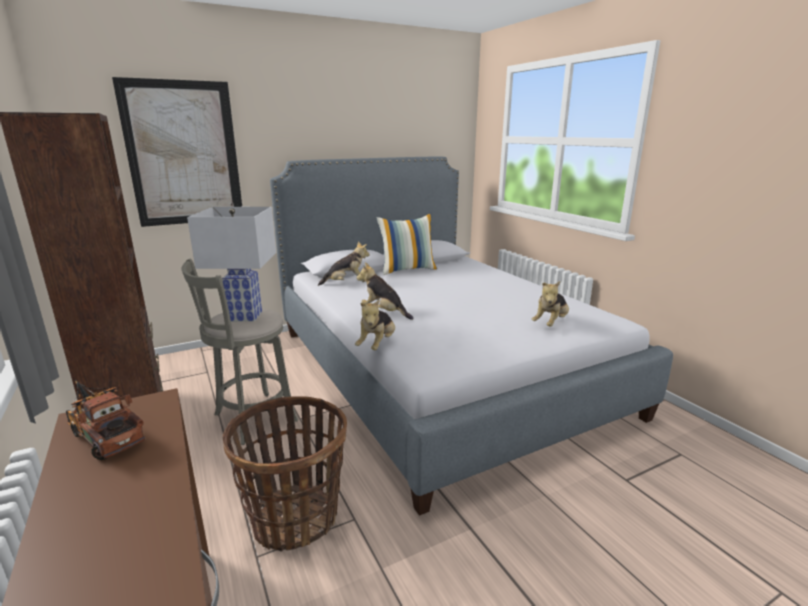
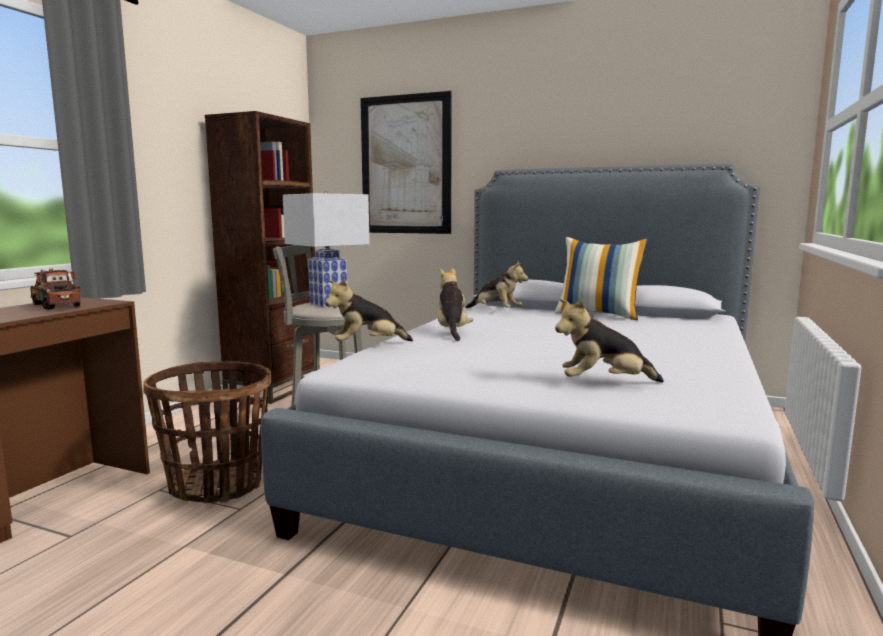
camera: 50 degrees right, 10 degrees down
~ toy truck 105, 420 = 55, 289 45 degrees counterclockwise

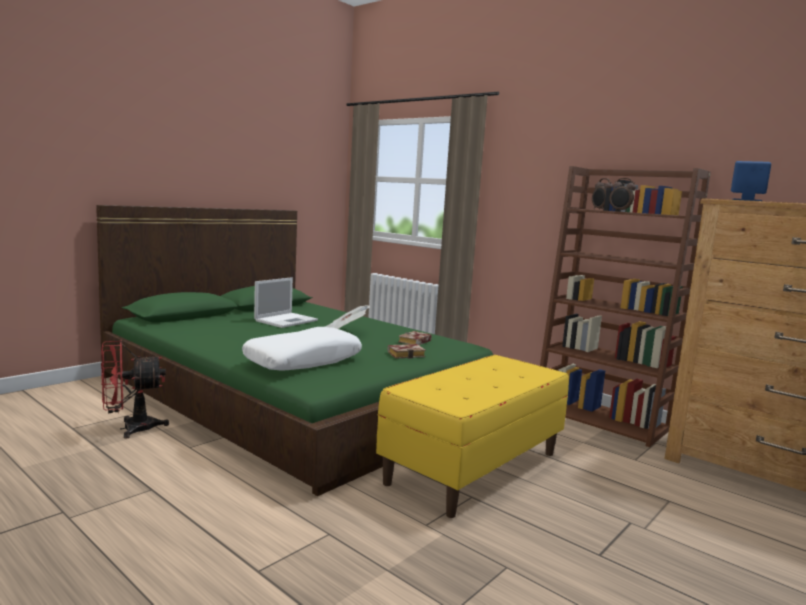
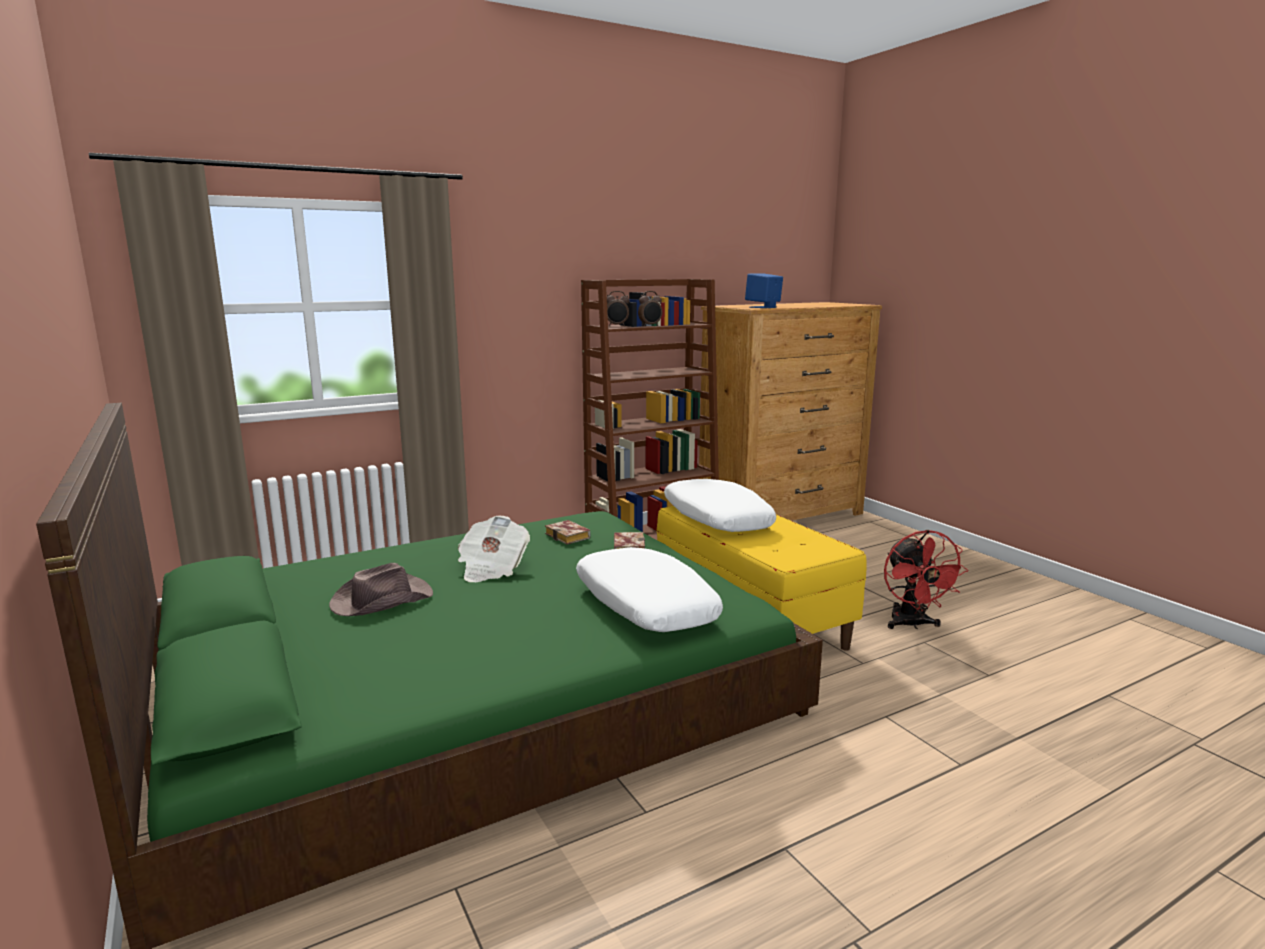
camera: 70 degrees left, 5 degrees up
~ laptop 286, 302 to hat (brown) 381, 589
+ pillow (white) 720, 505
~ fan (red) 135, 389 to 926, 579

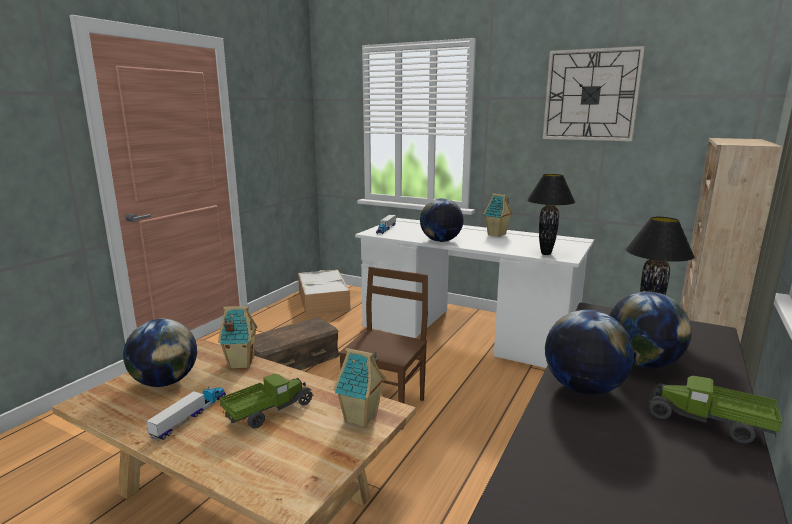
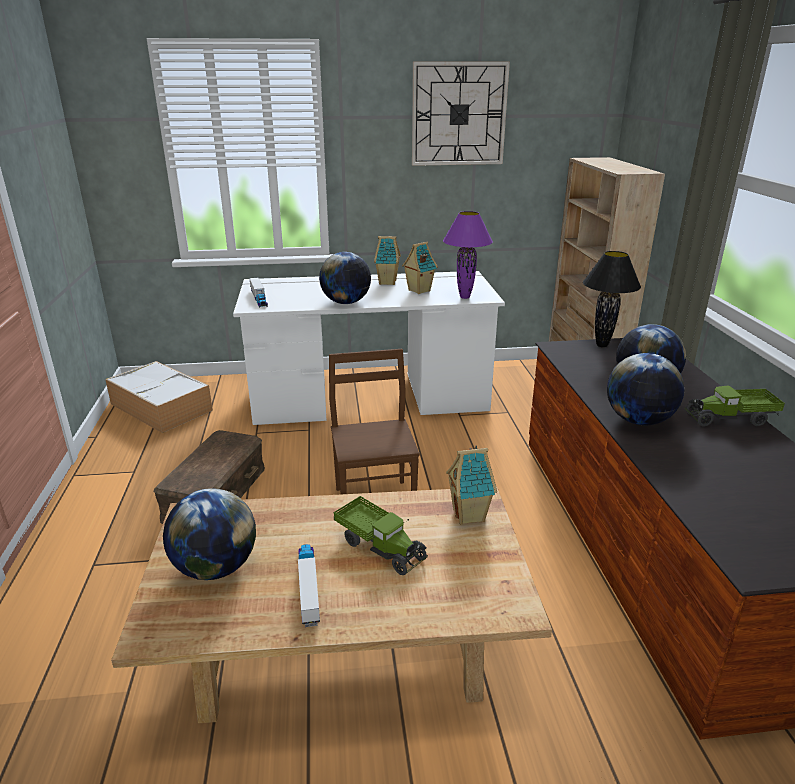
camera: 35 degrees left, 10 degrees up
~ toy truck 267, 401 = 381, 535 120 degrees clockwise
~ toy house 238, 337 to 420, 268
~ table lamp (black) 551, 214 to table lamp (purple) 468, 255

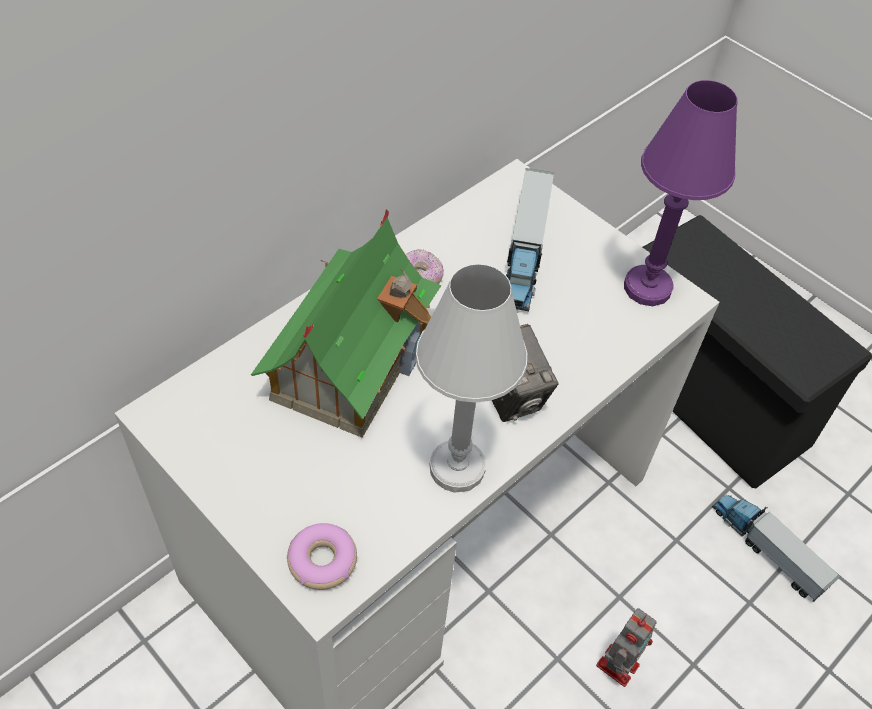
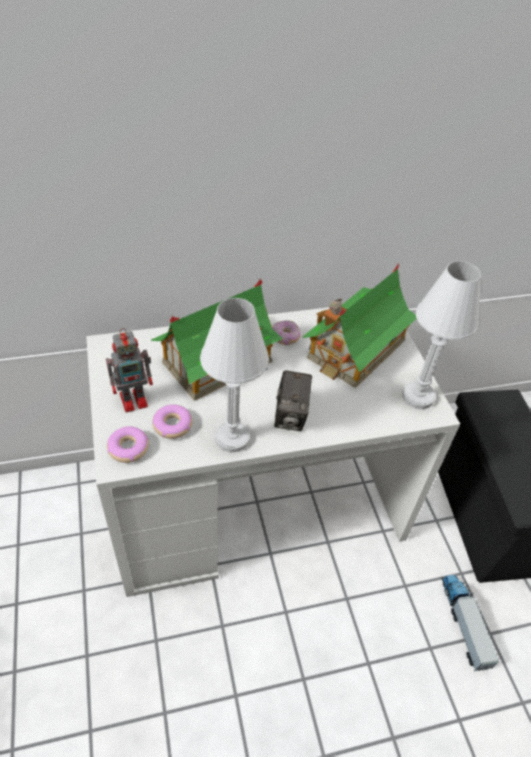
camera: 30 degrees right, 5 degrees down
~ toy robot 626, 647 to 129, 370
+ donut 172, 421
~ toy truck 530, 239 to toy house 360, 326
~ table lamp (purple) 680, 193 to table lamp (white) 441, 335

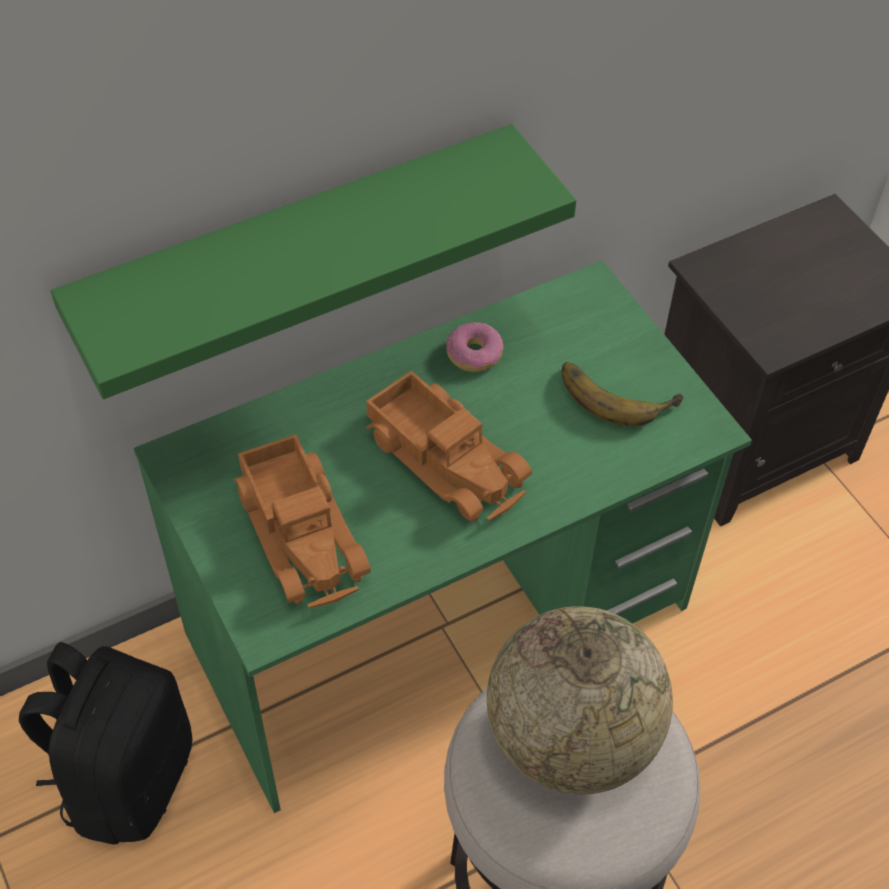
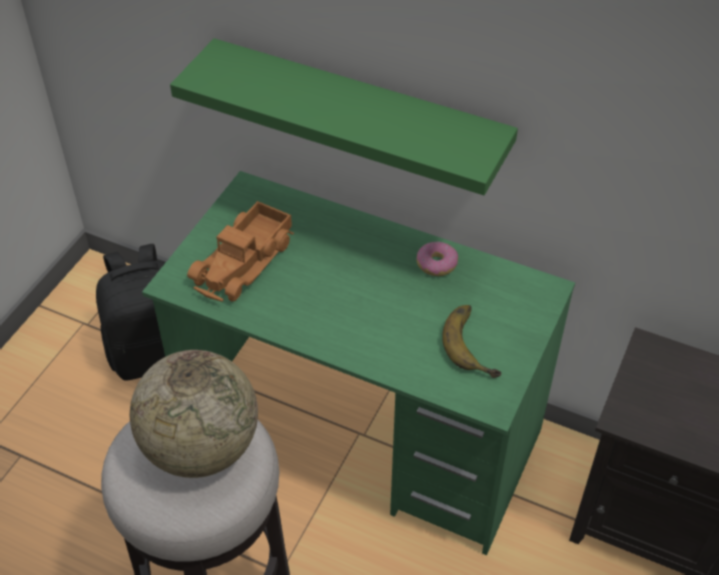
camera: 55 degrees right, 5 degrees down
- toy truck 448, 445

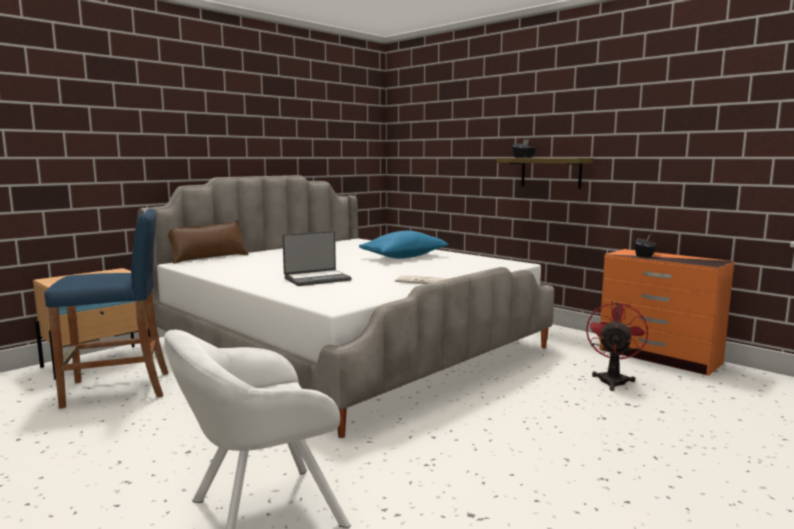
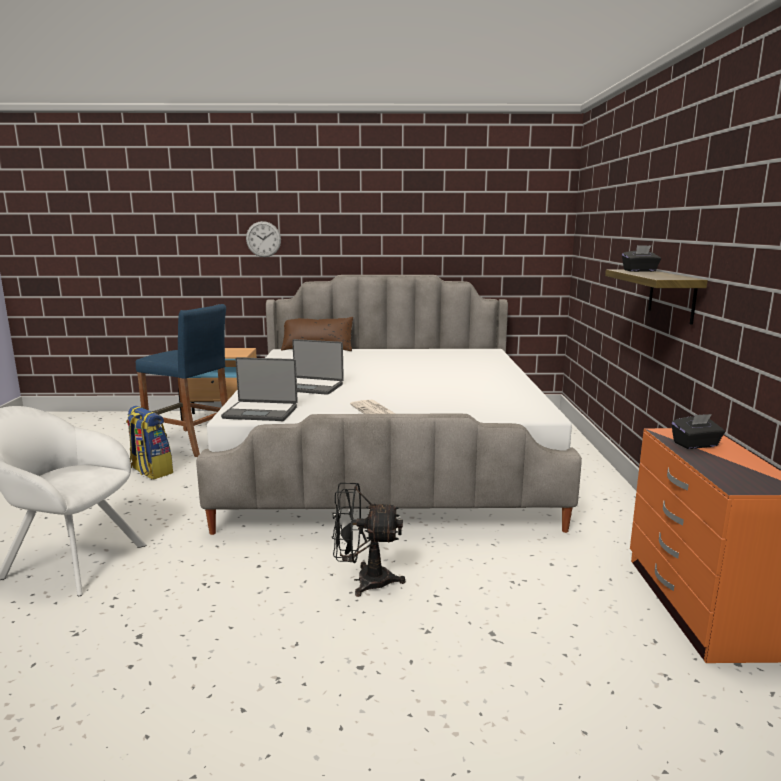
camera: 45 degrees right, 5 degrees up
+ backpack 149, 442
+ laptop 259, 389
+ wall clock 263, 239
+ fan (black) 368, 540
- pillow (blue) 403, 245
- fan (red) 617, 346

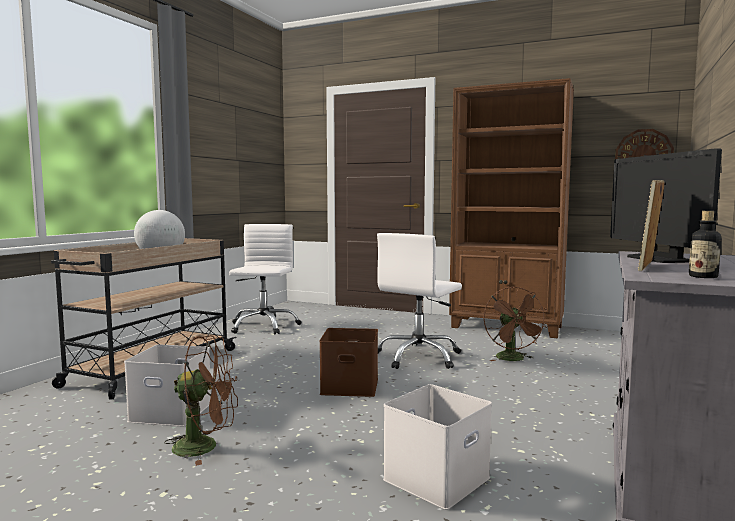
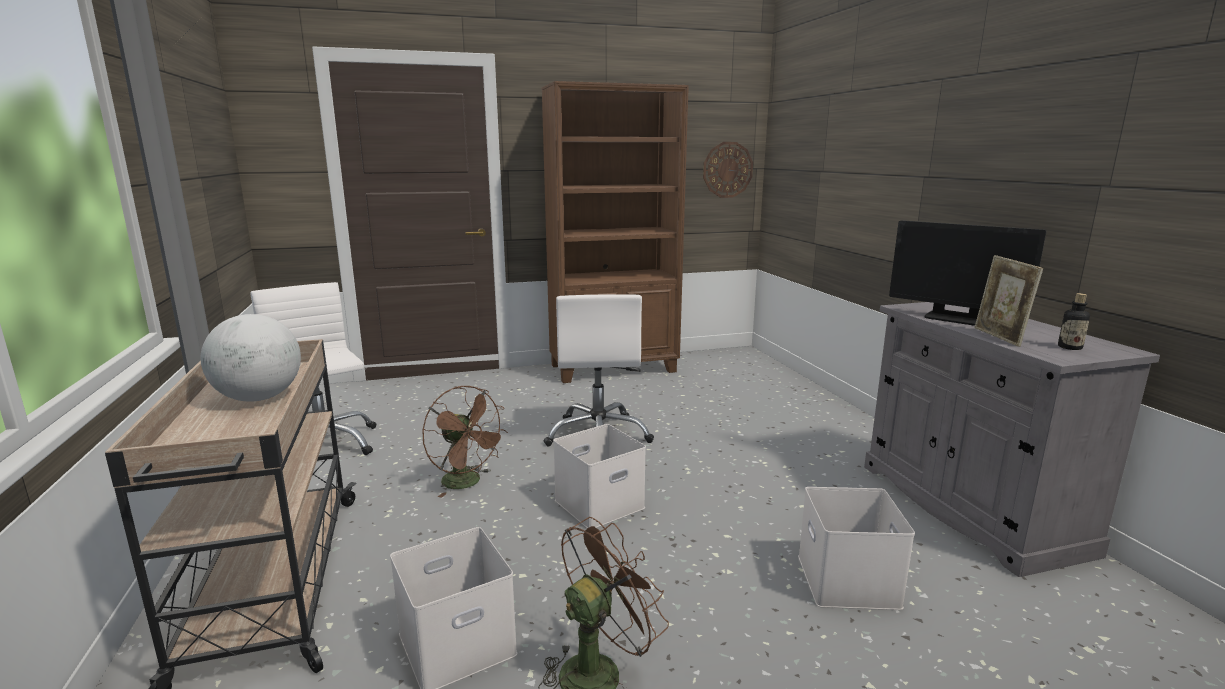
camera: 40 degrees left, 10 degrees up
~ fan (brown) 515, 324 to 465, 442
~ storage box (brown) 348, 362 to storage box (white) 599, 476

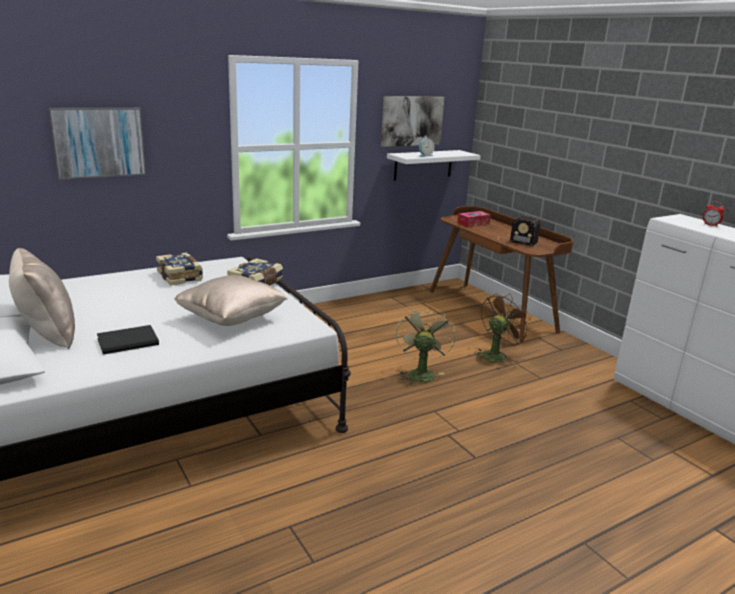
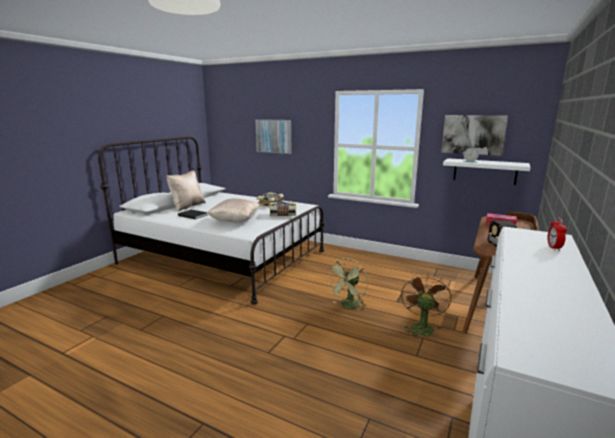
camera: 60 degrees right, 5 degrees down
~ fan (green) 425, 346 = 347, 284 150 degrees clockwise
~ fan (brown) 502, 327 = 426, 306 90 degrees counterclockwise

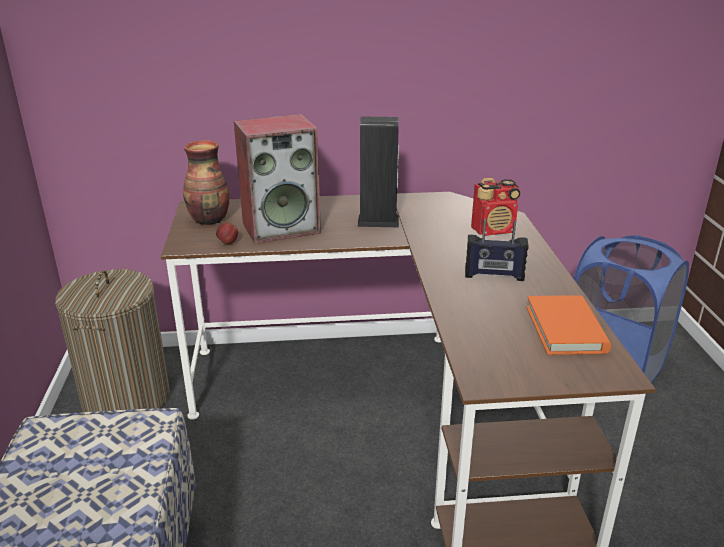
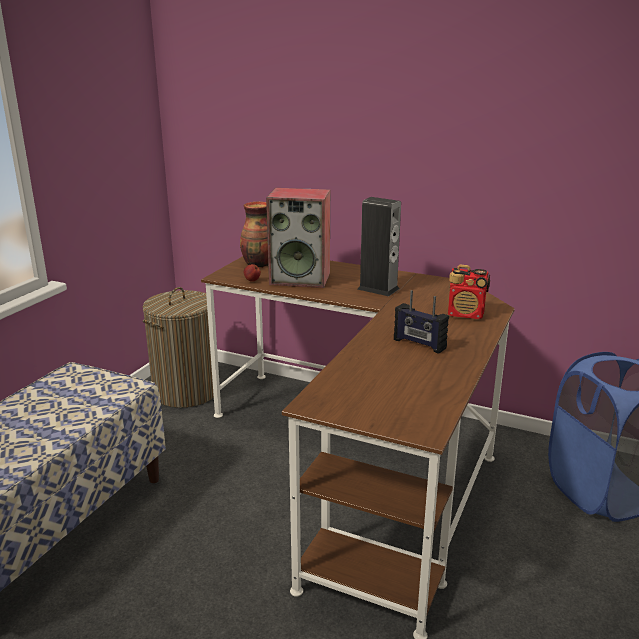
camera: 30 degrees right, 5 degrees down
- book (orange) 568, 325

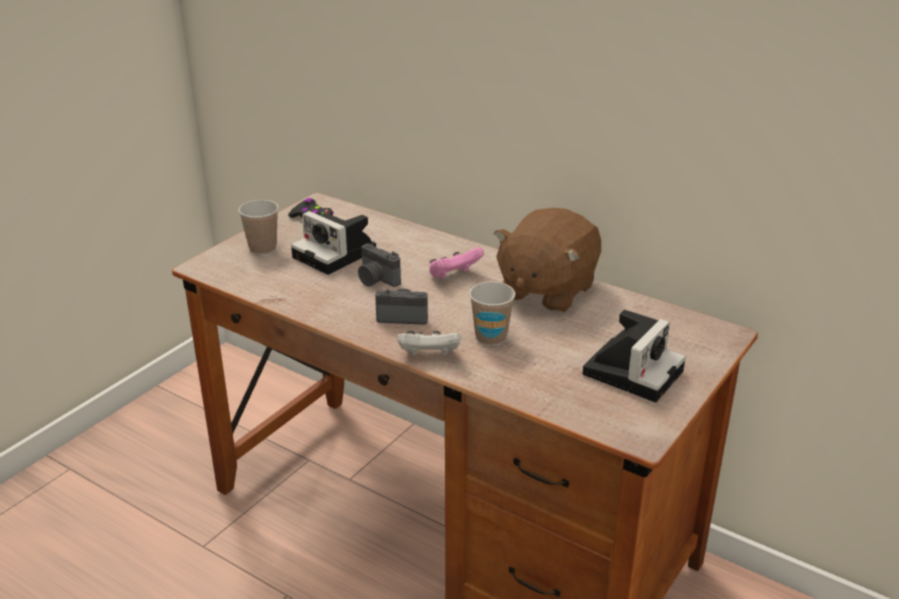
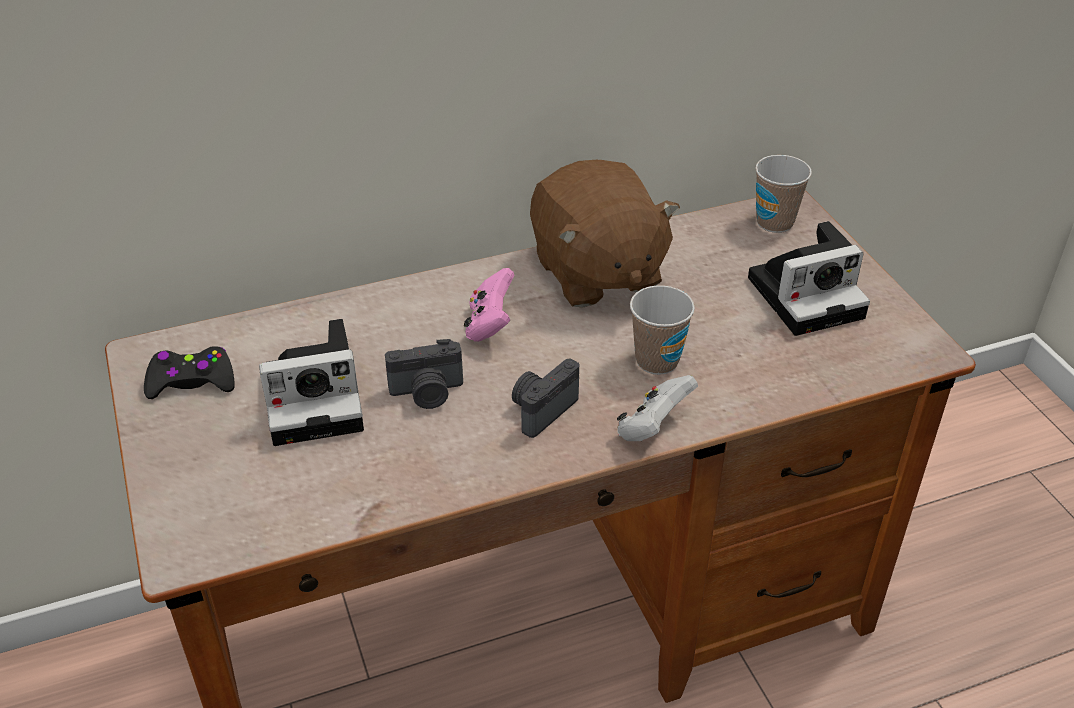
camera: 55 degrees left, 10 degrees up
~ photo camera 634, 356 = 809, 278 90 degrees clockwise
~ cup 259, 227 to 783, 194

